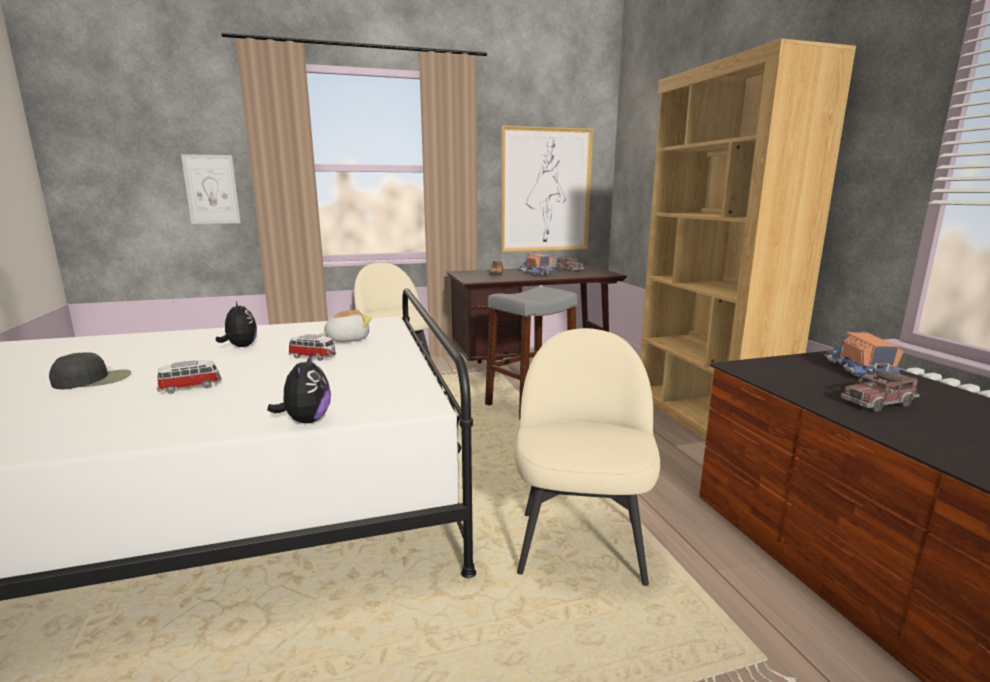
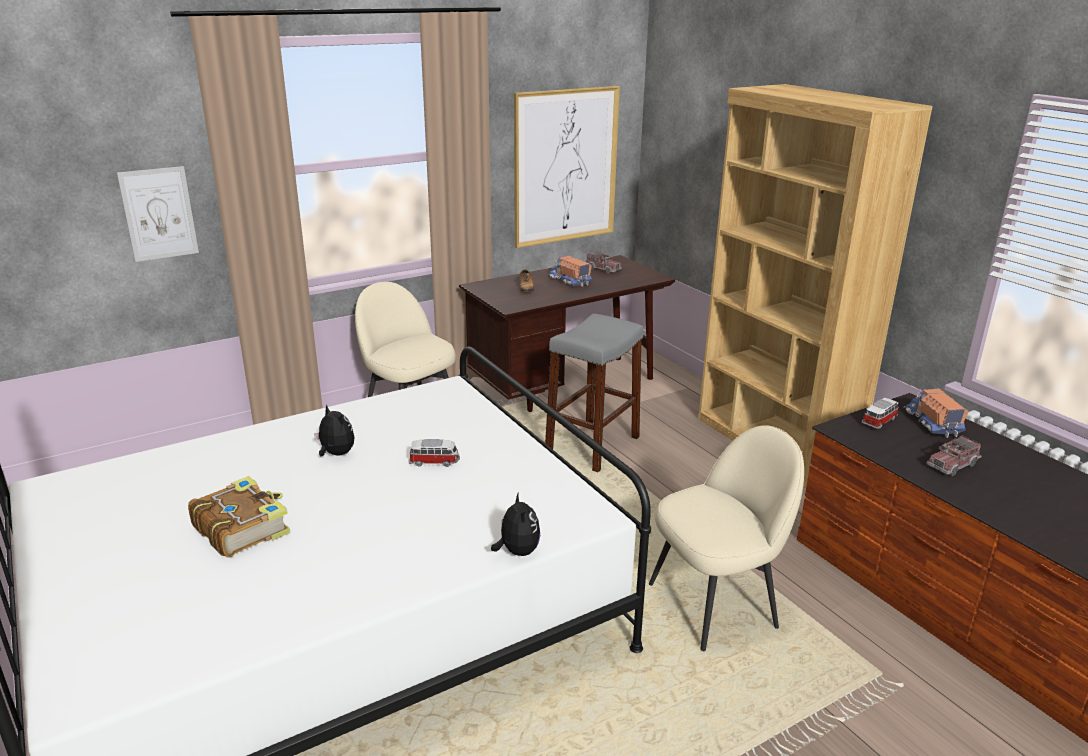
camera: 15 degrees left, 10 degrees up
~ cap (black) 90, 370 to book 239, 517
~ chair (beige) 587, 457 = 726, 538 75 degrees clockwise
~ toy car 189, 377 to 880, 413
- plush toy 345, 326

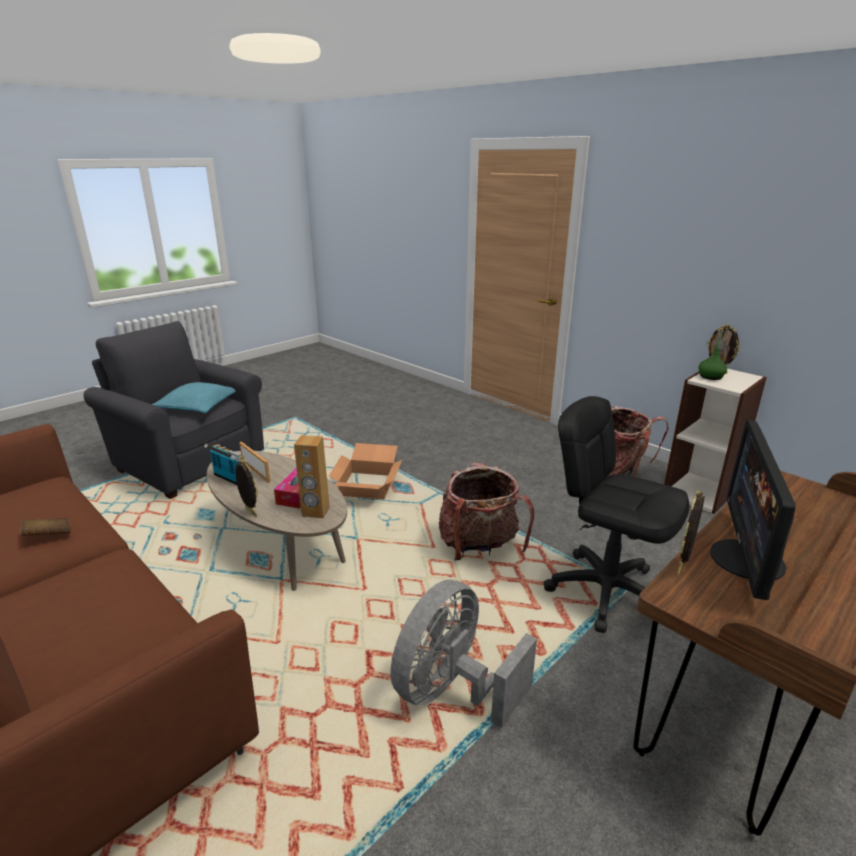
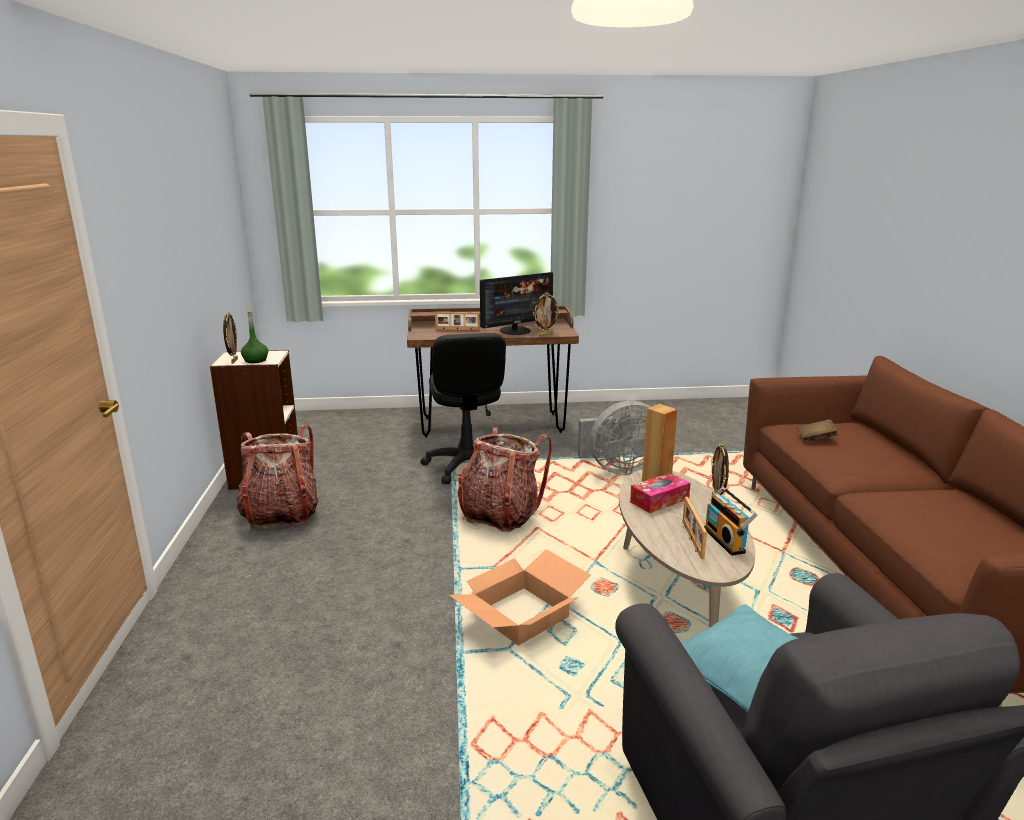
camera: 140 degrees left, 5 degrees down
+ picture frame 457, 321
~ book (brown) 45, 527 to 817, 430

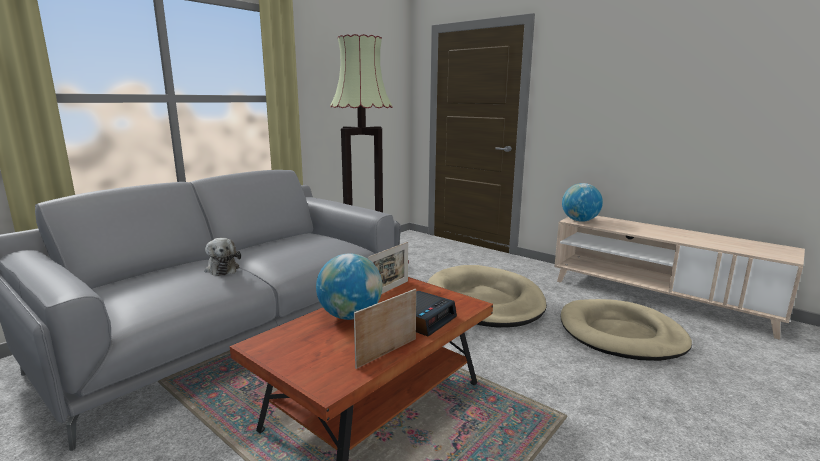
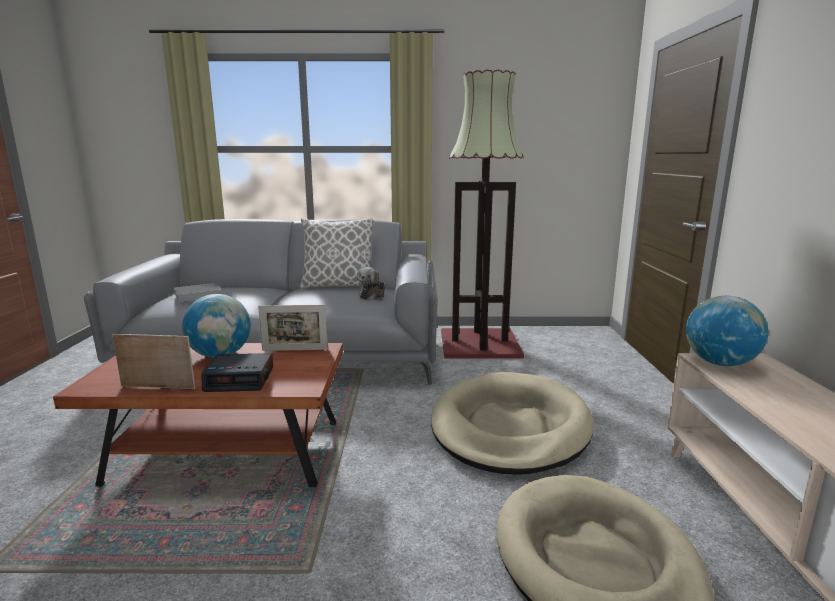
camera: 50 degrees right, 0 degrees up
+ book 195, 292
+ pillow 336, 253
~ plush toy 222, 257 to 371, 283

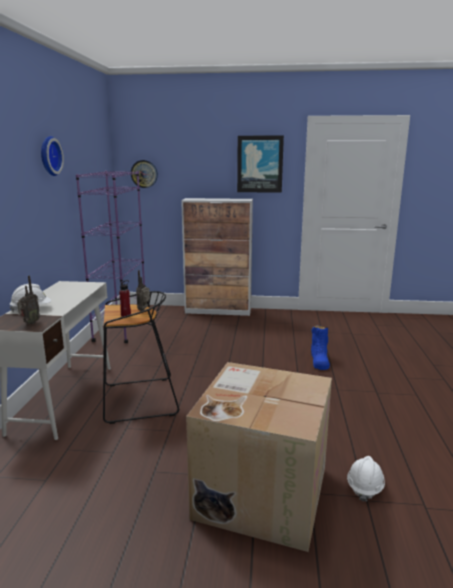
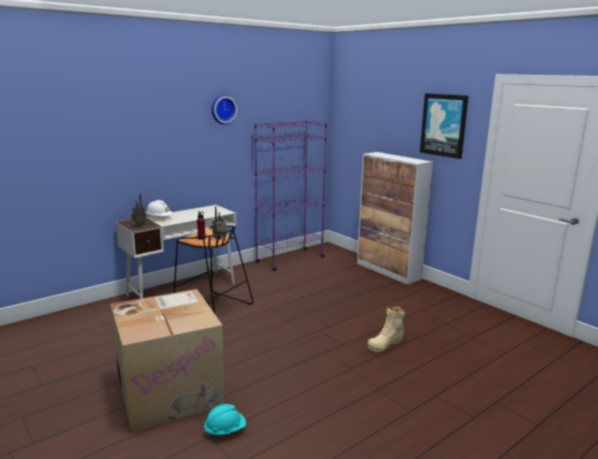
camera: 45 degrees right, 0 degrees up
~ hard hat (white) 366, 479 to hard hat (turquoise) 225, 420
~ boot (blue) 320, 347 to boot (beige) 385, 329
- wall clock 144, 174

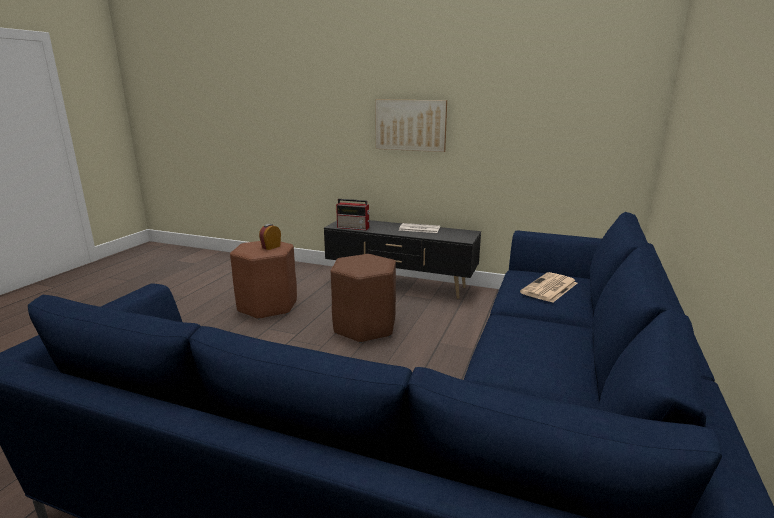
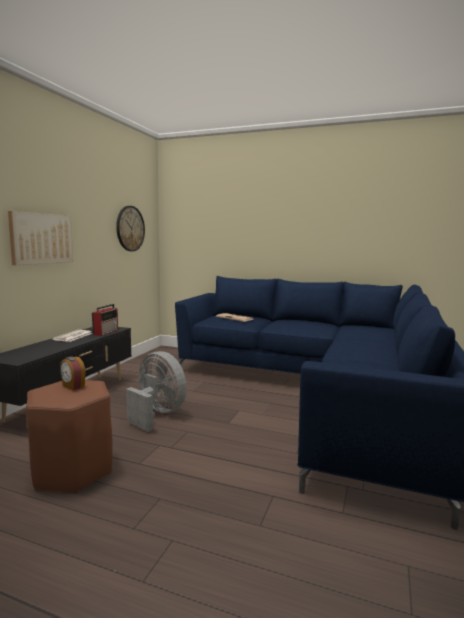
camera: 90 degrees left, 10 degrees down
~ radio 353, 214 to 105, 320
+ wall clock 130, 228
~ stool (brown) 363, 298 to fan (grey) 156, 391

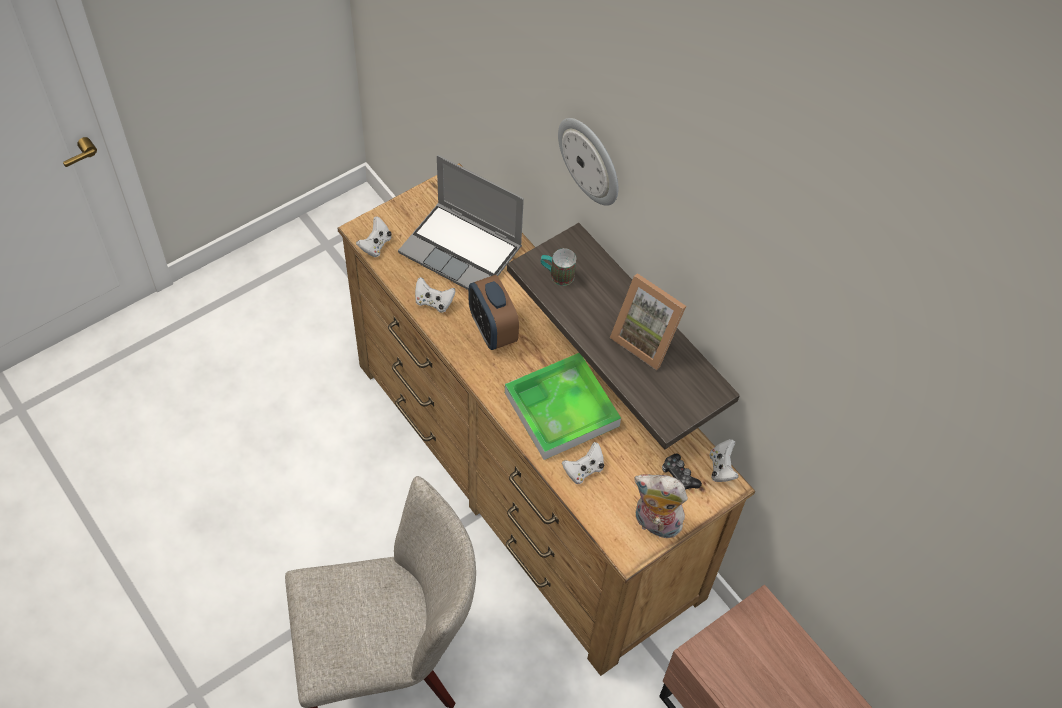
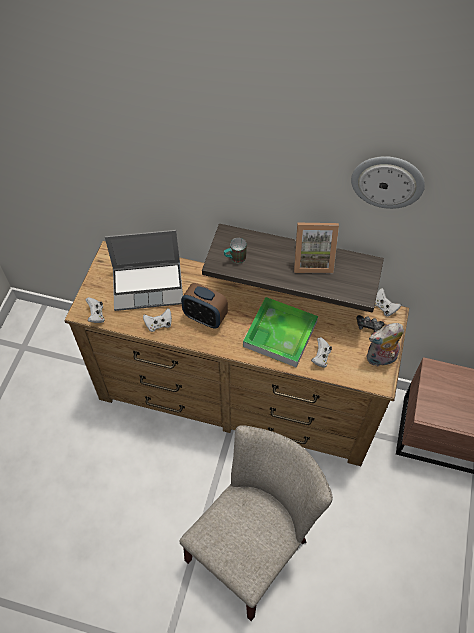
camera: 35 degrees left, 0 degrees up
~ wall clock 588, 162 to 388, 182

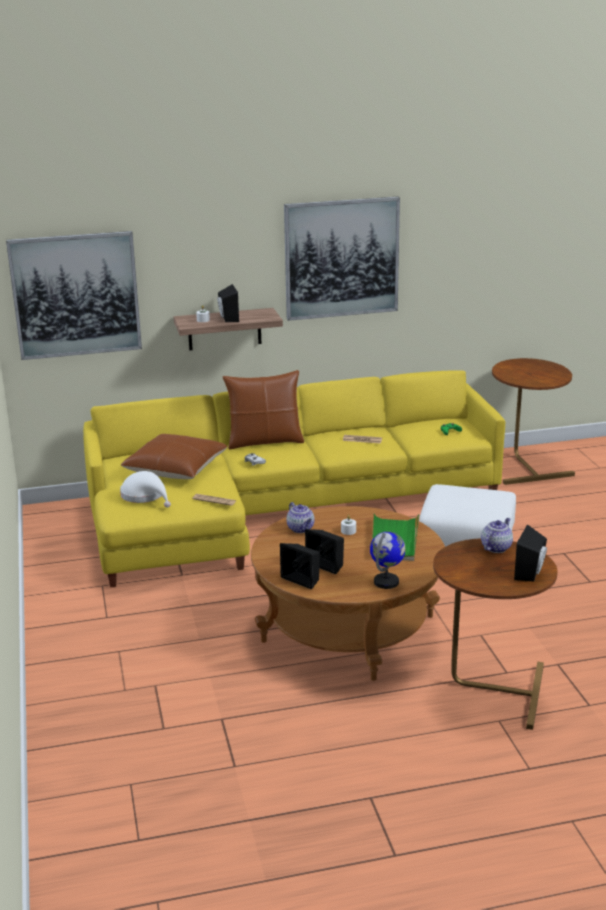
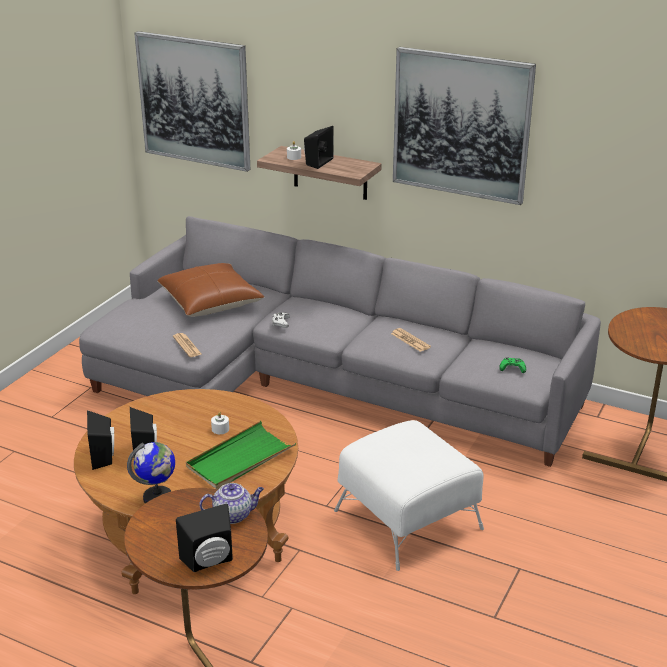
camera: 40 degrees right, 5 degrees up
~ sofa (yellow) 294, 479 to sofa (grey) 340, 341
- hat (white) 145, 489
- pillow (brown) 263, 409
- teapot 300, 517

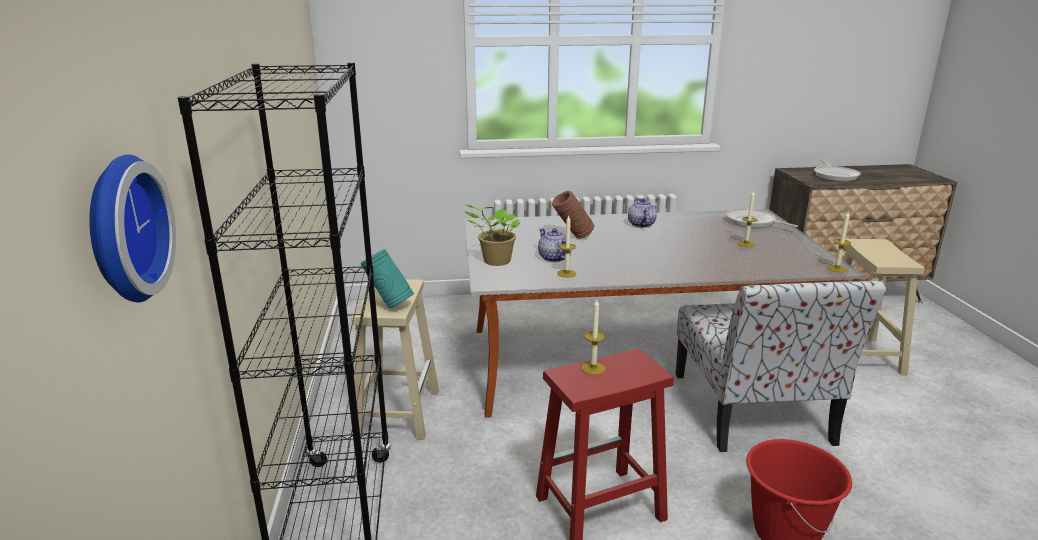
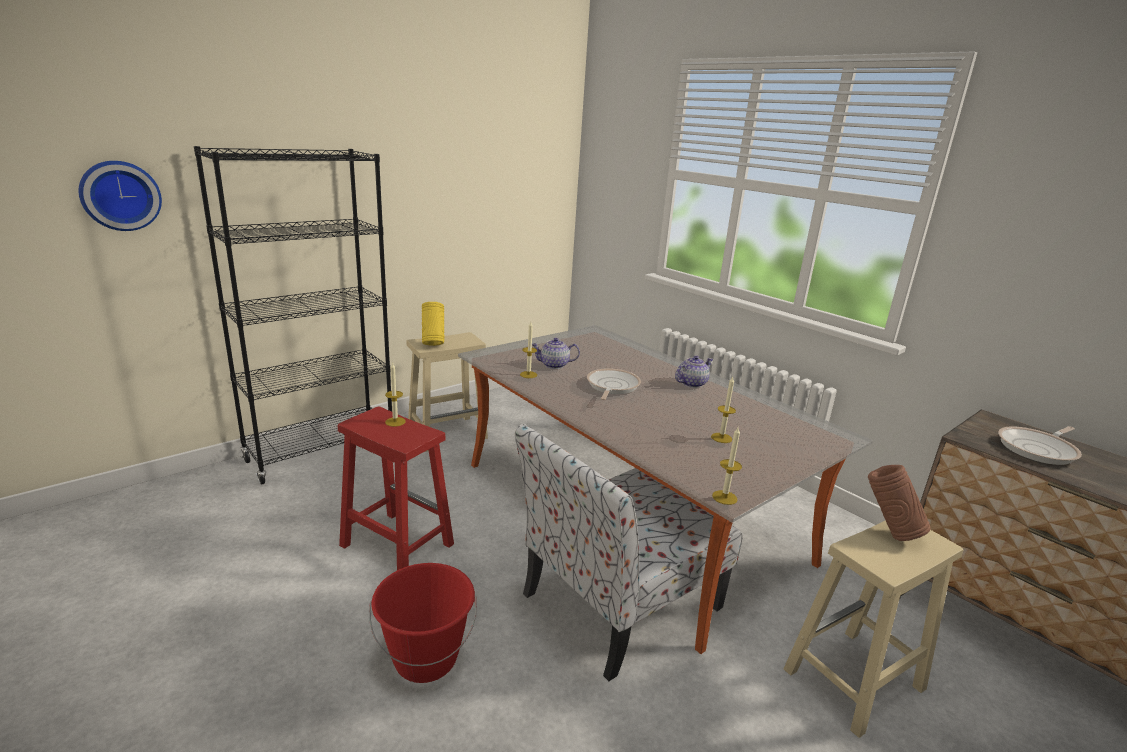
camera: 55 degrees right, 0 degrees up
~ vase (turquoise) 387, 279 to vase (yellow) 433, 324
~ teapot 554, 245 = 556, 353 120 degrees counterclockwise
~ frying pan 762, 218 to 614, 384
~ vase (brown) 573, 215 to 899, 503
- potted plant 492, 235

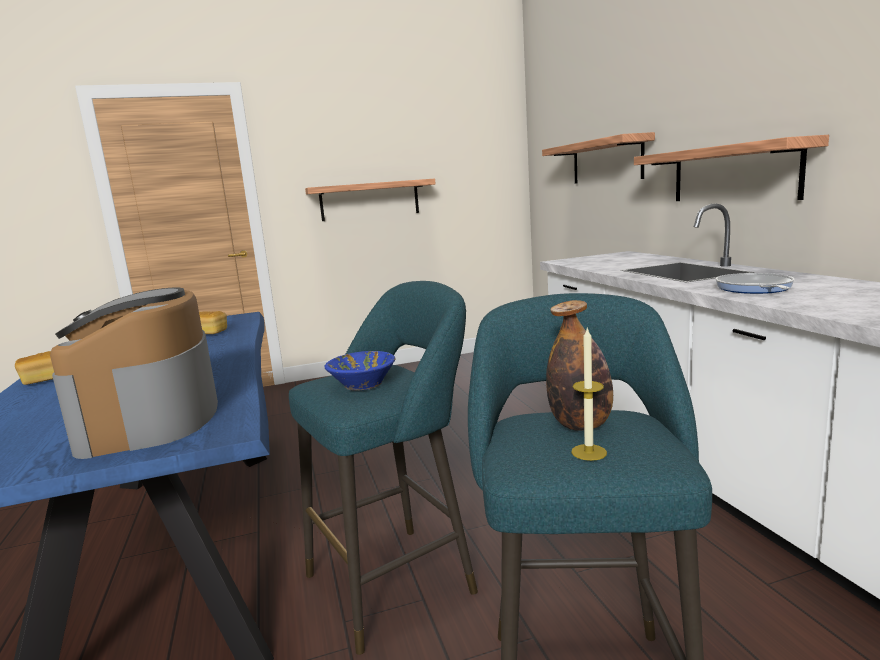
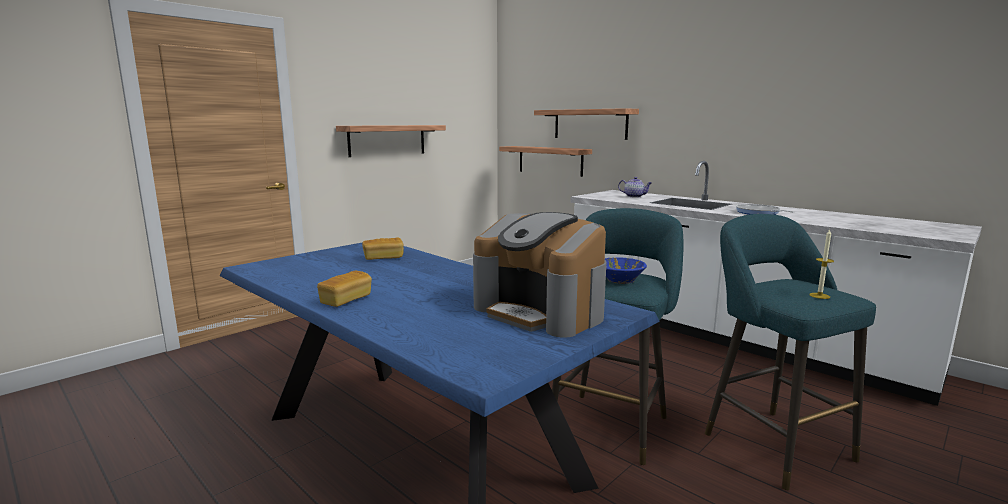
camera: 30 degrees left, 0 degrees up
~ shelf 731, 168 to 545, 161
+ teapot 635, 187
- bottle 579, 365

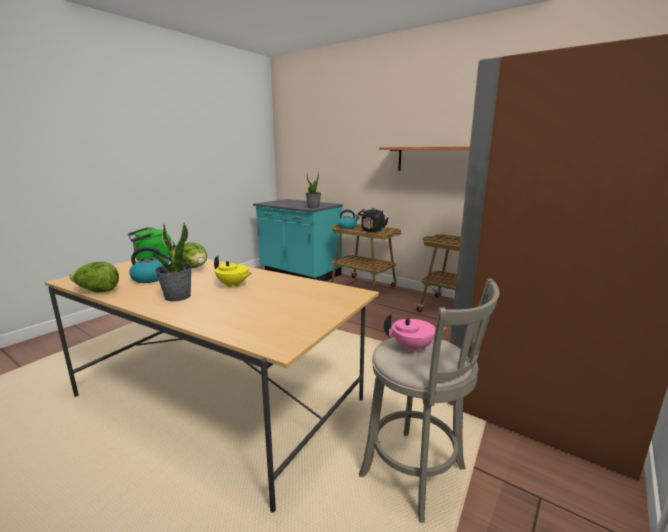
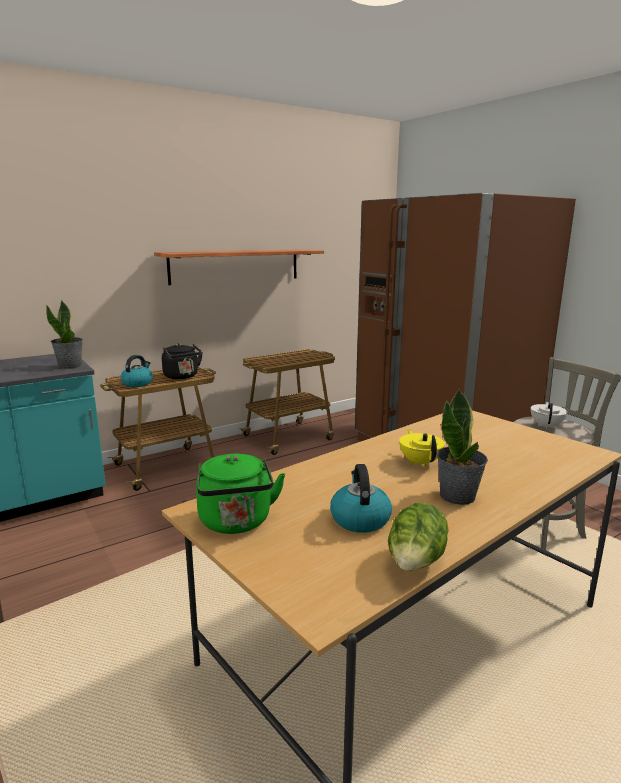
camera: 70 degrees left, 0 degrees up
~ teapot (yellow) 233, 272 = 422, 448 60 degrees counterclockwise
~ teapot (pink) 415, 333 to teapot (white) 549, 415
- lettuce 194, 255

